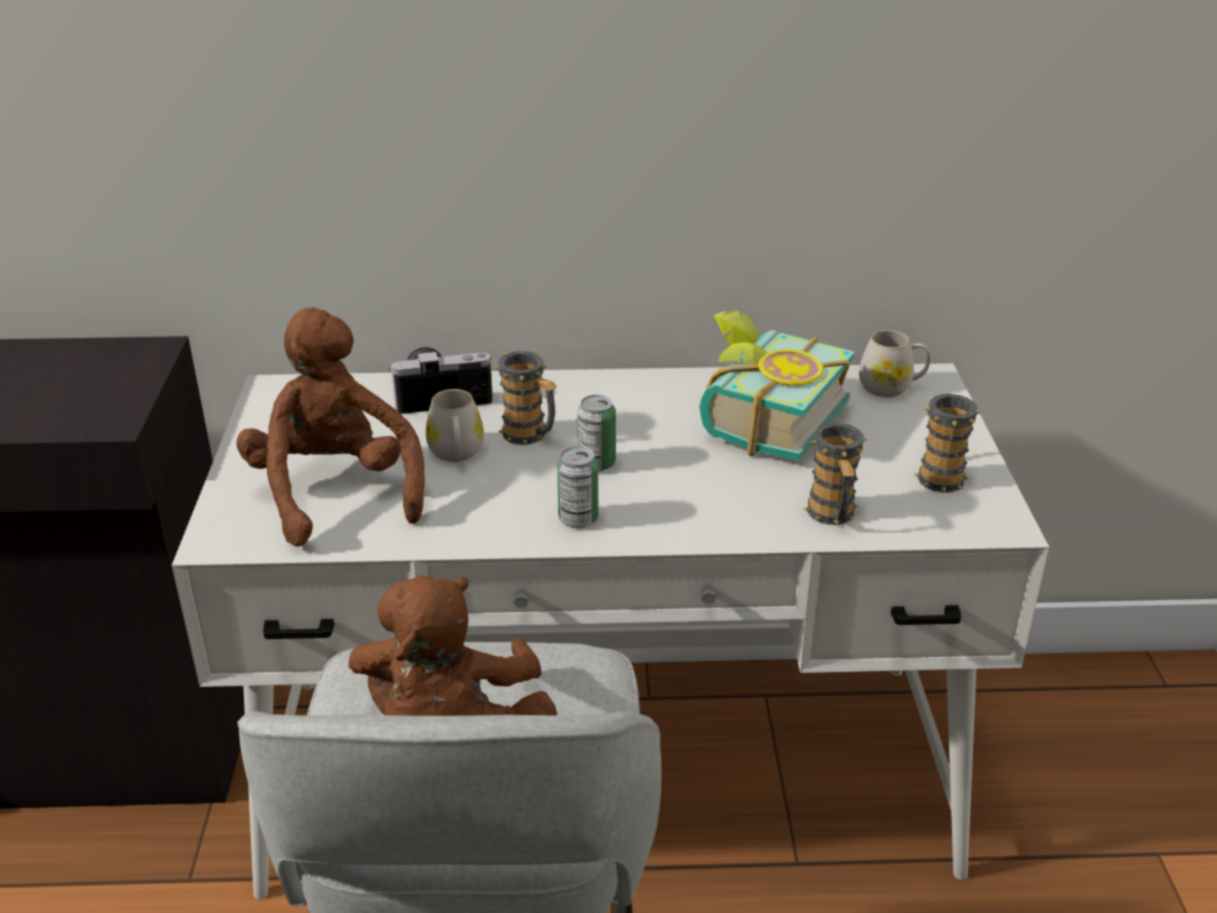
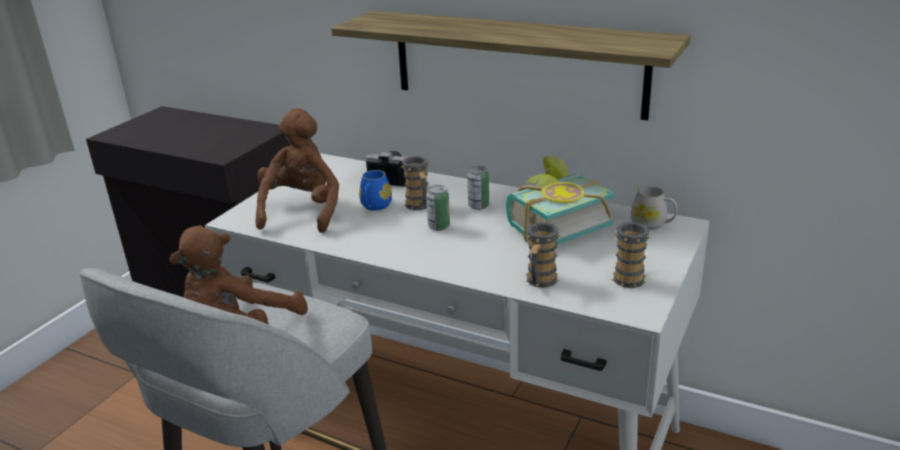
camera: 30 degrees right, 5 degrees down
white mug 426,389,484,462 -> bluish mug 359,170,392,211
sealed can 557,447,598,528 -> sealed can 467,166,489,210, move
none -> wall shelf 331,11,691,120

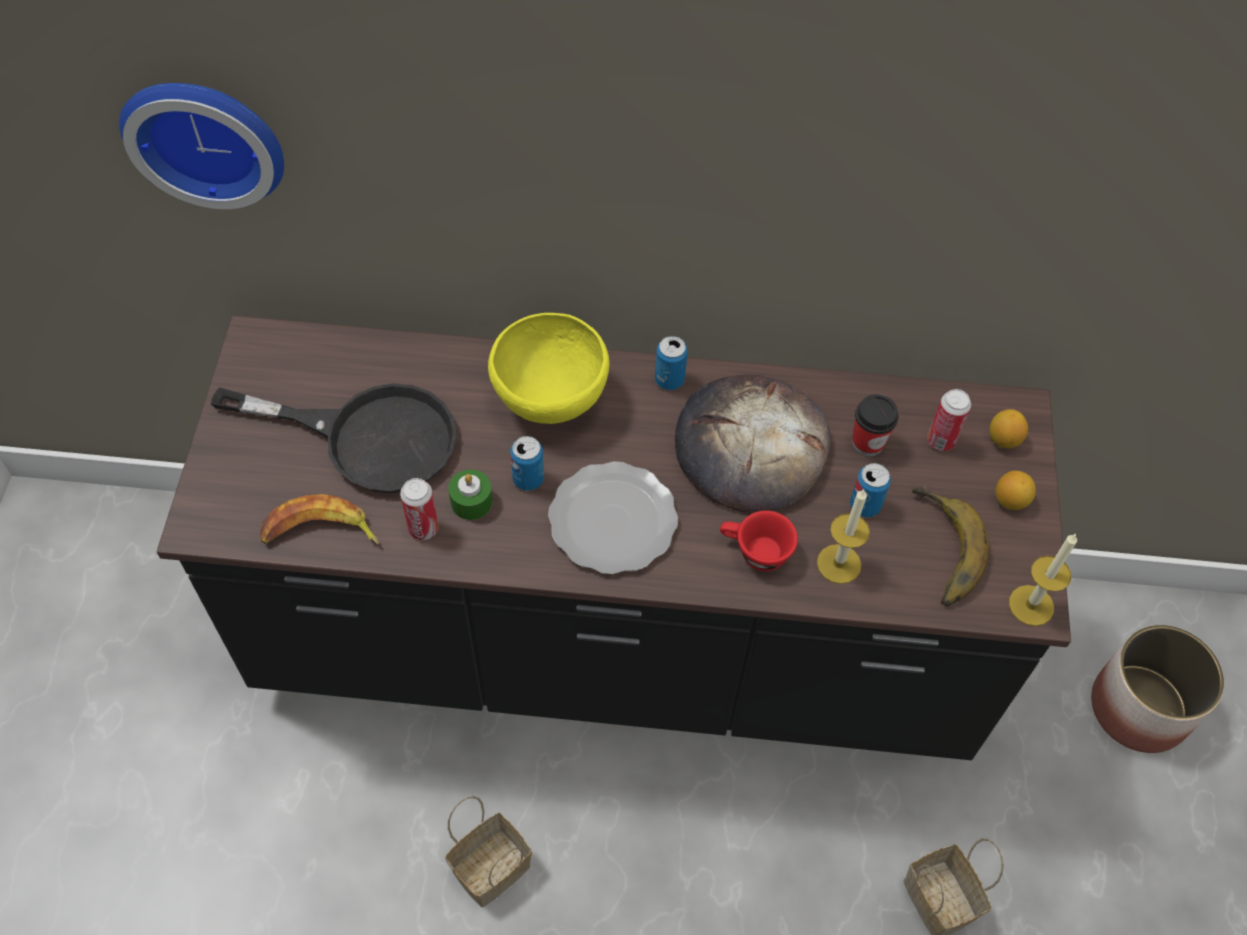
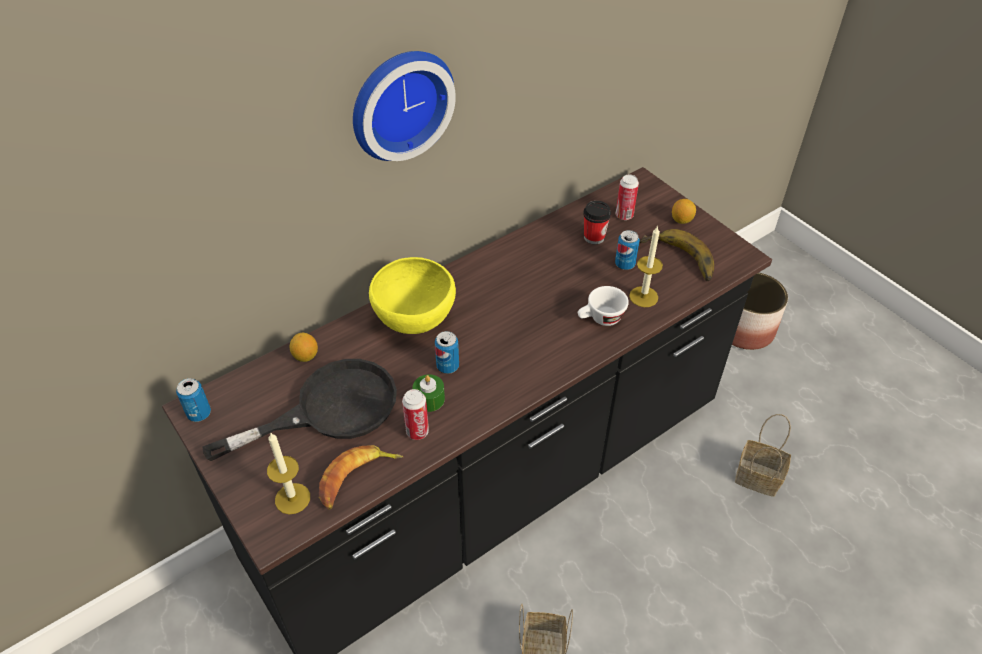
camera: 40 degrees left, 10 degrees down
clock on the wall 119,83,284,209 -> clock on the wall 353,51,456,161, move
sealed can 655,336,688,390 -> sealed can 176,378,211,422, move
bread 675,374,831,512 -> none
whole lemon 990,409,1028,449 -> whole lemon 290,333,318,362, move
plate 548,461,678,574 -> none
reddish cup 720,511,798,571 -> white cup 578,286,629,326
wax light 1009,533,1077,626 -> wax light 267,432,310,515, move

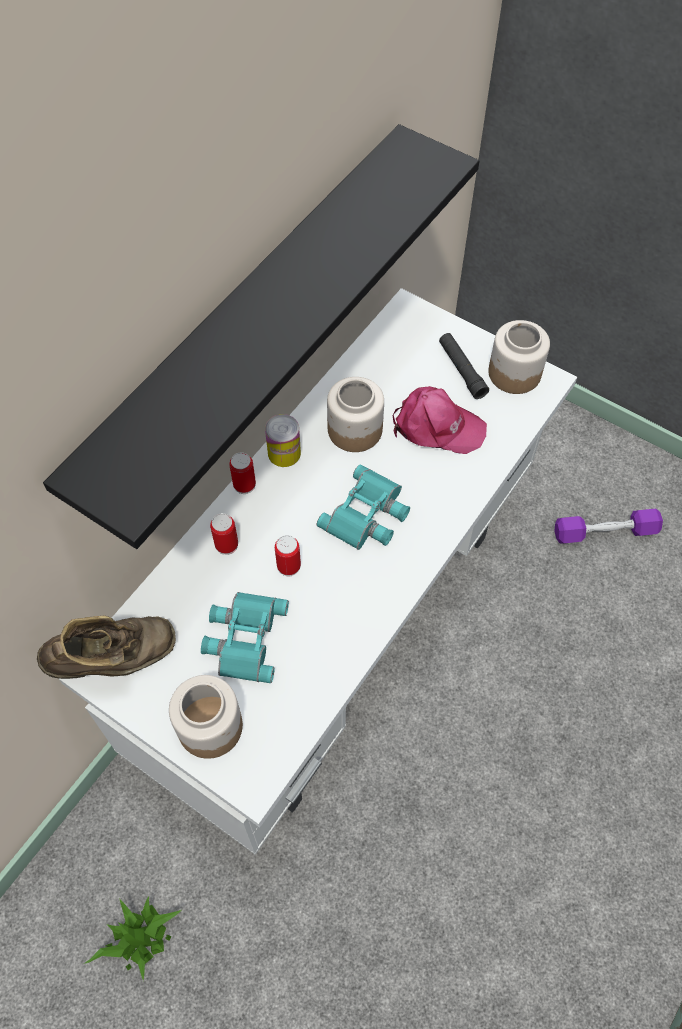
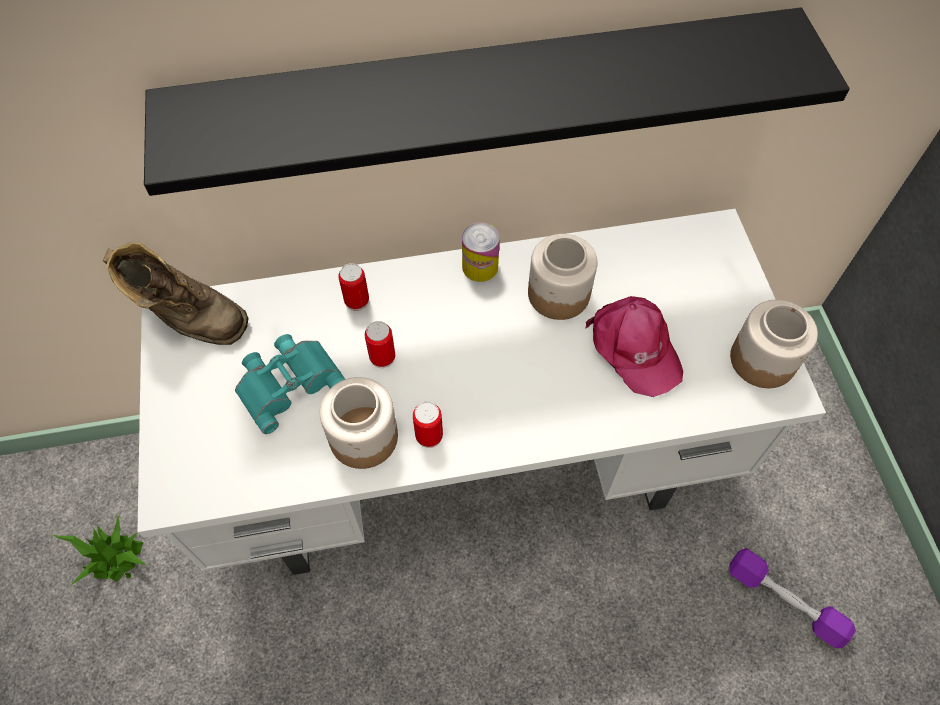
camera: 45 degrees right, 0 degrees up
blackish hand torch 439,333,489,399 -> none
sealed can 229,452,256,494 -> sealed can 413,402,443,448, move
blue-green pair of binoculars 317,464,410,550 -> none
jar 169,675,243,759 -> jar 320,377,398,469, move

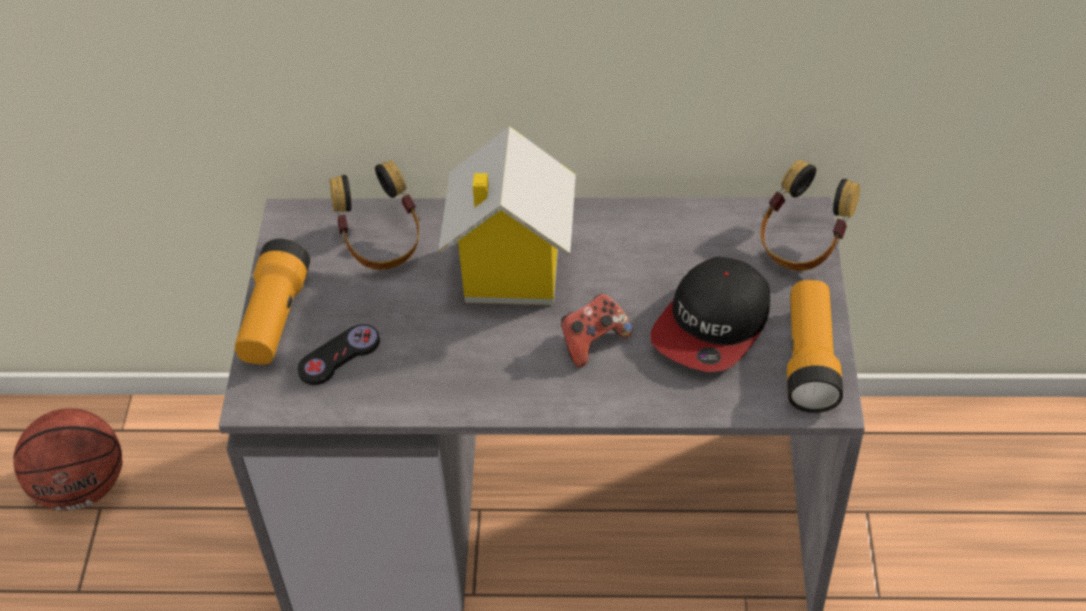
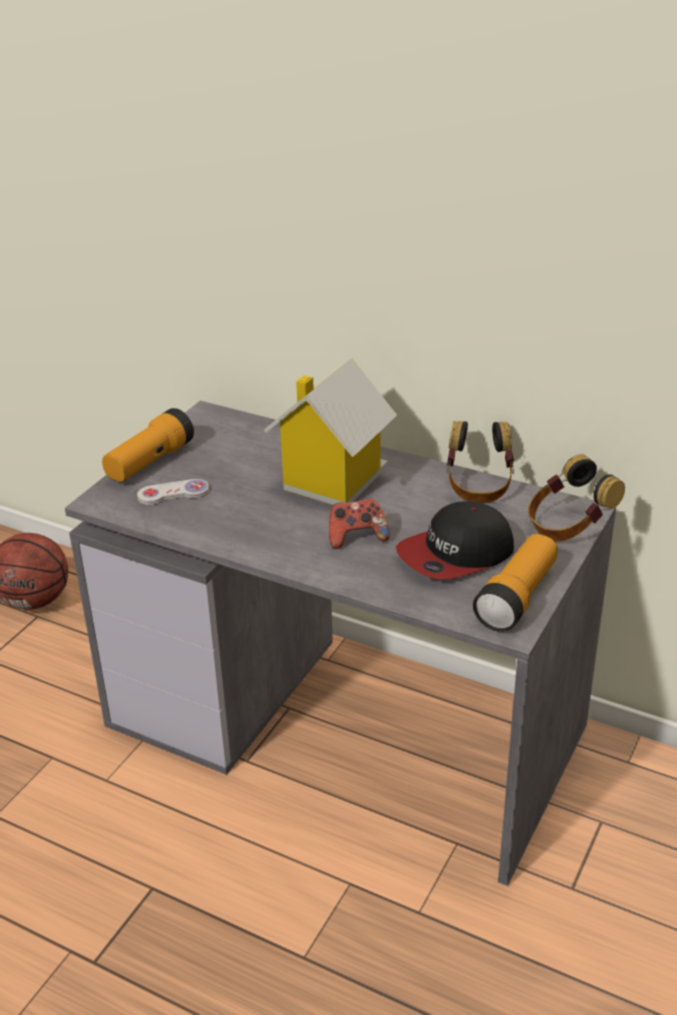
camera: 25 degrees right, 15 degrees down
headphones 330,160,420,270 -> headphones 447,421,514,503, move
blackish gamepad 297,324,380,385 -> white gamepad 137,479,209,505

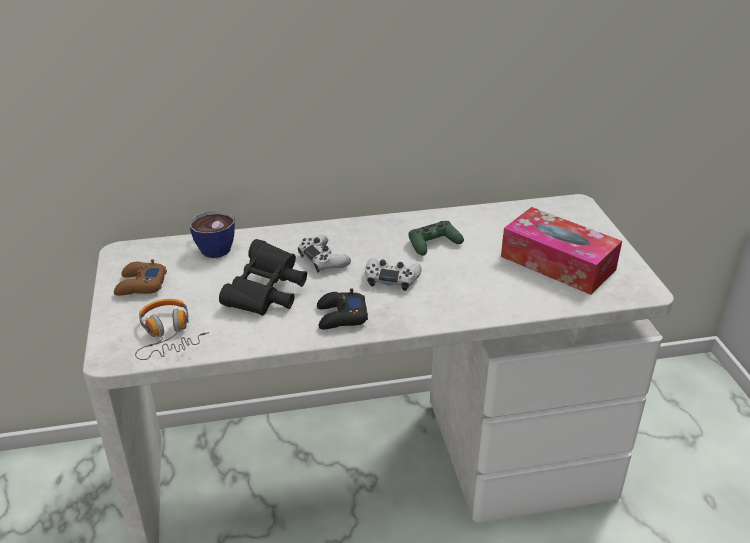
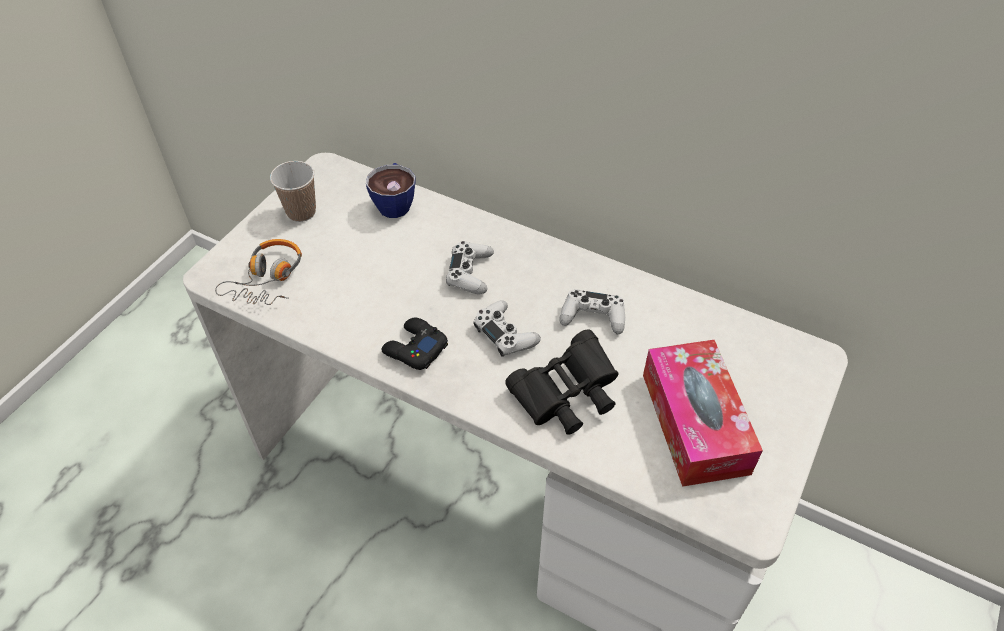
camera: 40 degrees right, 15 degrees up
green-coloured gamepad 408,221,464,256 -> white gamepad 559,289,625,334
blackish pair of binoculars 219,239,307,316 -> blackish pair of binoculars 505,329,618,435, move
brown-coloured gamepad 114,259,167,296 -> cup 270,161,316,222

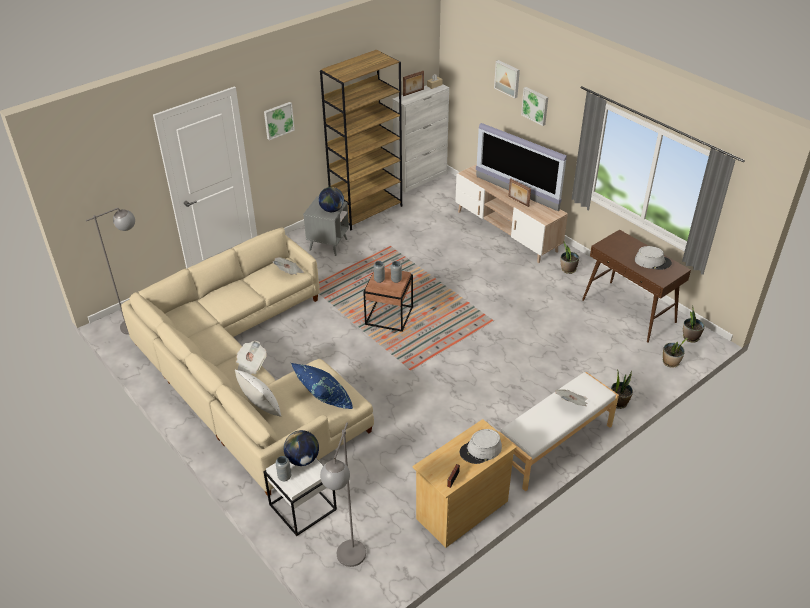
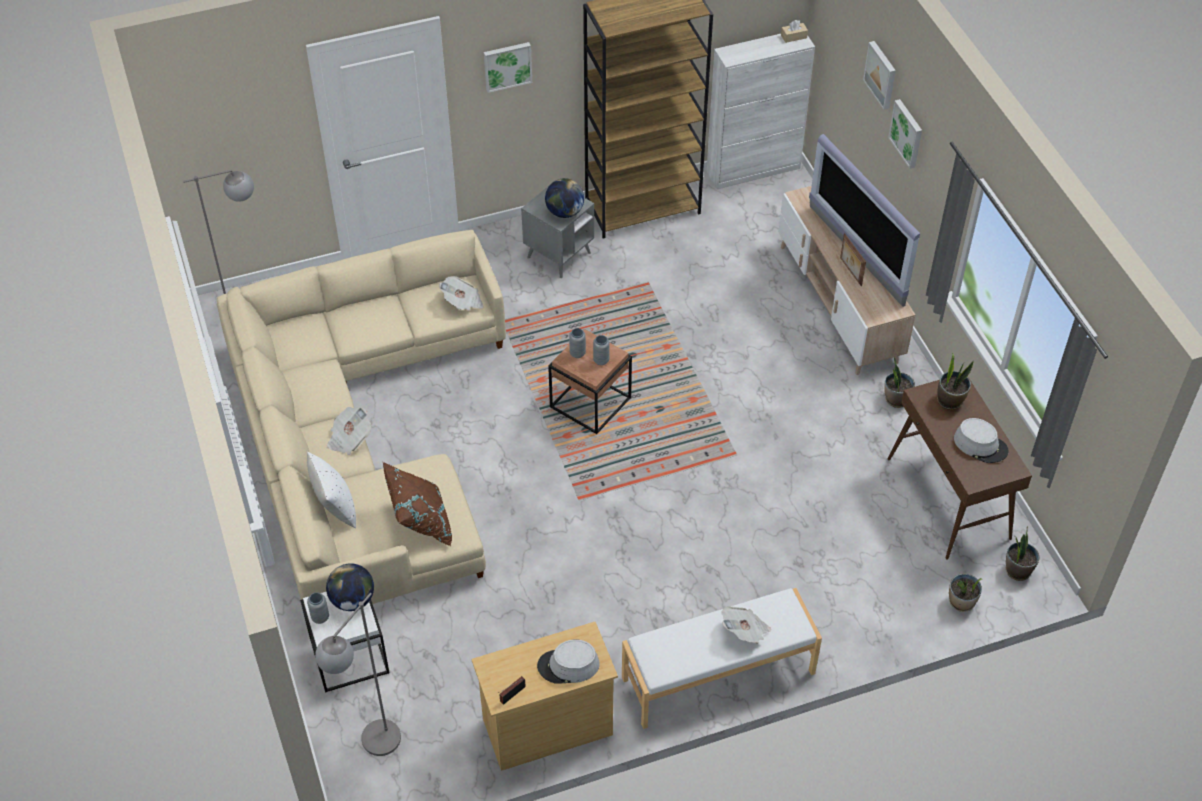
camera: 20 degrees right, 10 degrees up
photo frame 403,71,424,96 -> none
bluish cushion 291,363,353,409 -> brown-coloured cushion 383,462,452,546
plant in a pot 611,371,633,409 -> plant in a pot 937,352,974,410, move

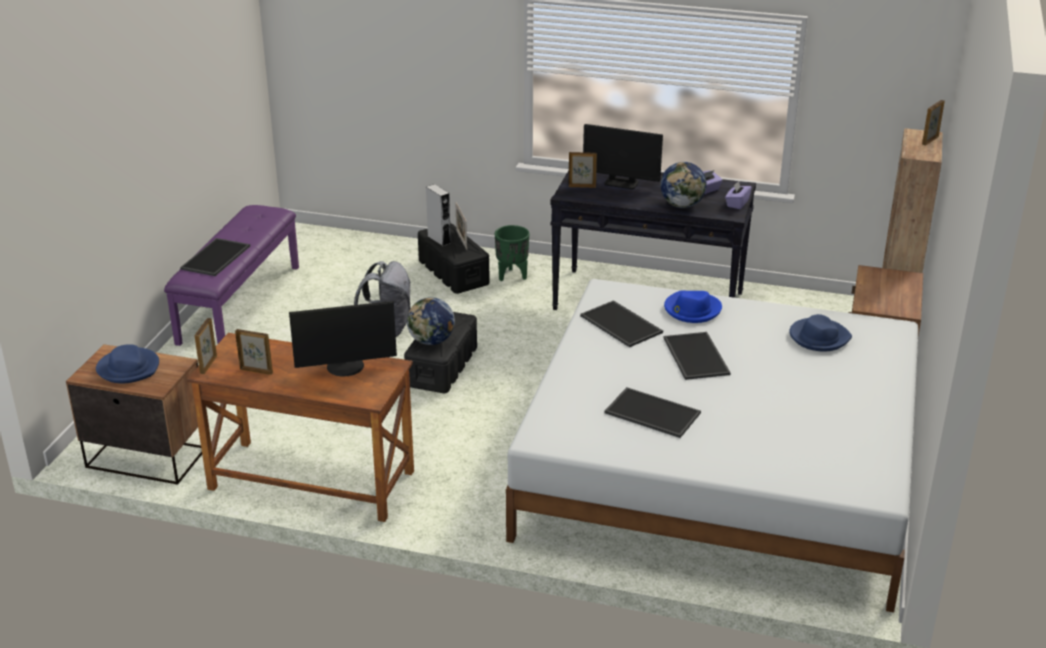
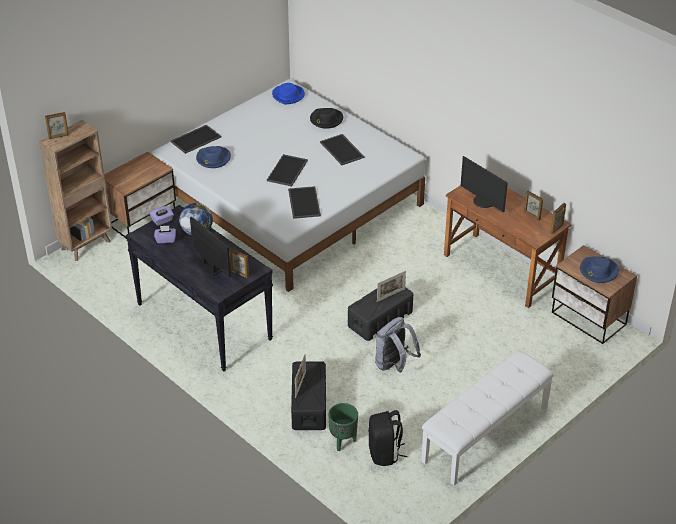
camera: 150 degrees left, 10 degrees up
grey loudspeaker 426,184,451,246 -> none
purple-coloured long seat 164,205,299,346 -> white long seat 421,351,554,486
green-coloured flower pot 495,225,530,281 -> green-coloured flower pot 328,403,358,451, move
serving tray 180,238,250,276 -> serving tray 170,125,221,154, move
bluish clothing hat 664,291,722,323 -> bluish clothing hat 272,83,305,105, move
desk globe 407,297,455,345 -> photo frame 377,271,406,302
computer screen 289,301,397,376 -> computer screen 461,156,508,212, 150 degrees counterclockwise
none -> blackish clothing hat 310,108,343,129
none -> blackish knapsack 368,410,408,466

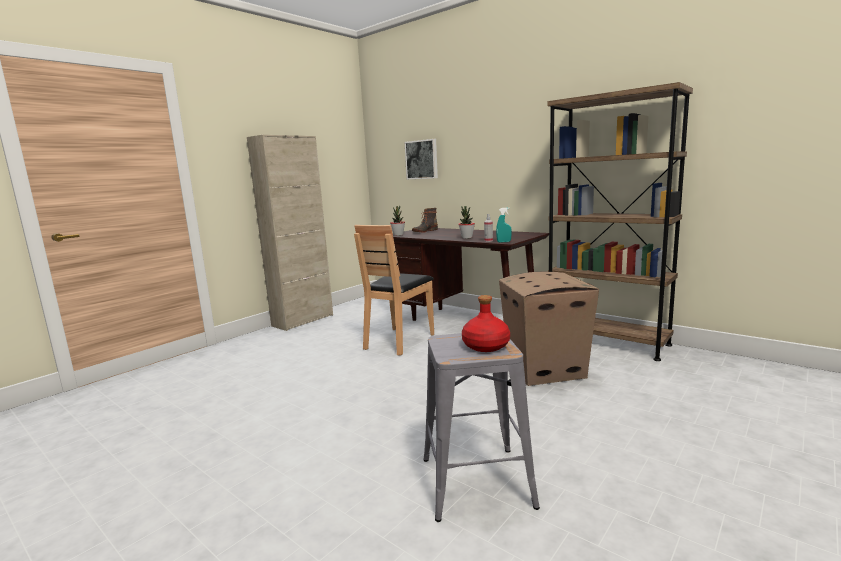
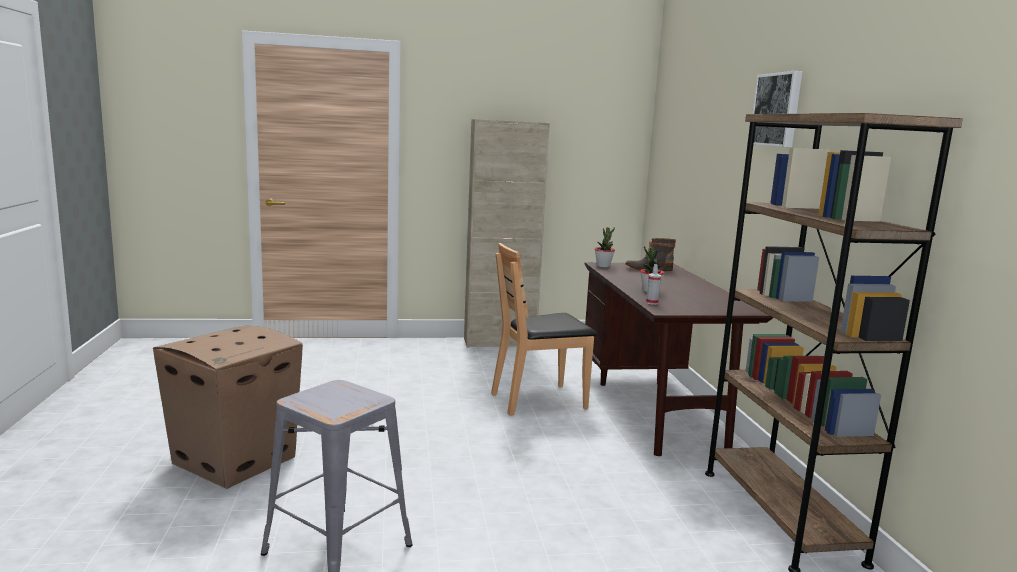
camera: 40 degrees right, 0 degrees up
wall picture 405,139,438,179 -> wall picture 752,71,802,147, move
blue-green sprayer 496,208,512,243 -> none
packing box 499,272,599,386 -> packing box 153,326,303,489, move
reddish drink bottle 462,295,510,352 -> none

